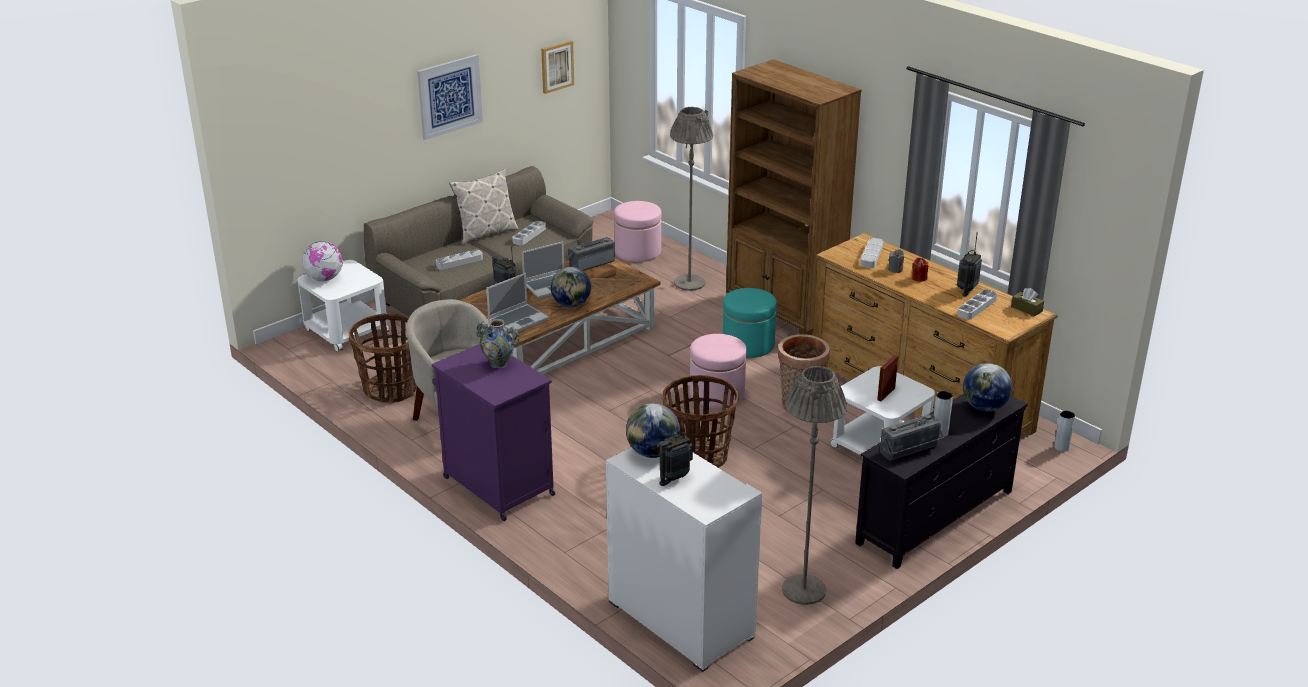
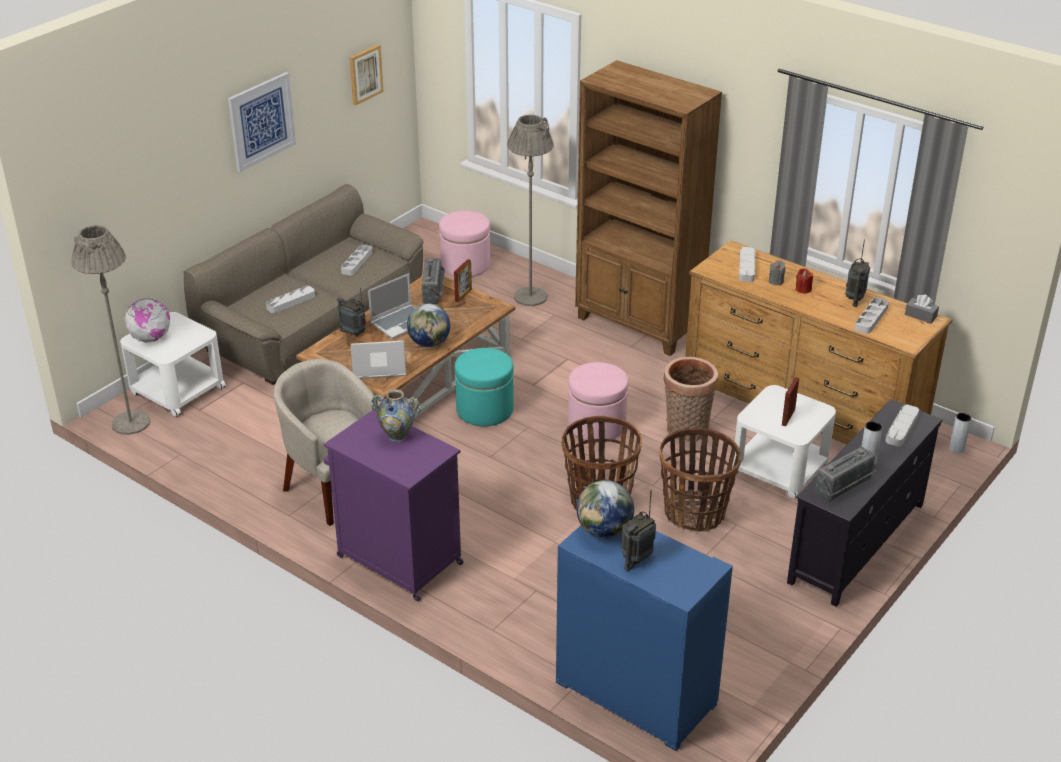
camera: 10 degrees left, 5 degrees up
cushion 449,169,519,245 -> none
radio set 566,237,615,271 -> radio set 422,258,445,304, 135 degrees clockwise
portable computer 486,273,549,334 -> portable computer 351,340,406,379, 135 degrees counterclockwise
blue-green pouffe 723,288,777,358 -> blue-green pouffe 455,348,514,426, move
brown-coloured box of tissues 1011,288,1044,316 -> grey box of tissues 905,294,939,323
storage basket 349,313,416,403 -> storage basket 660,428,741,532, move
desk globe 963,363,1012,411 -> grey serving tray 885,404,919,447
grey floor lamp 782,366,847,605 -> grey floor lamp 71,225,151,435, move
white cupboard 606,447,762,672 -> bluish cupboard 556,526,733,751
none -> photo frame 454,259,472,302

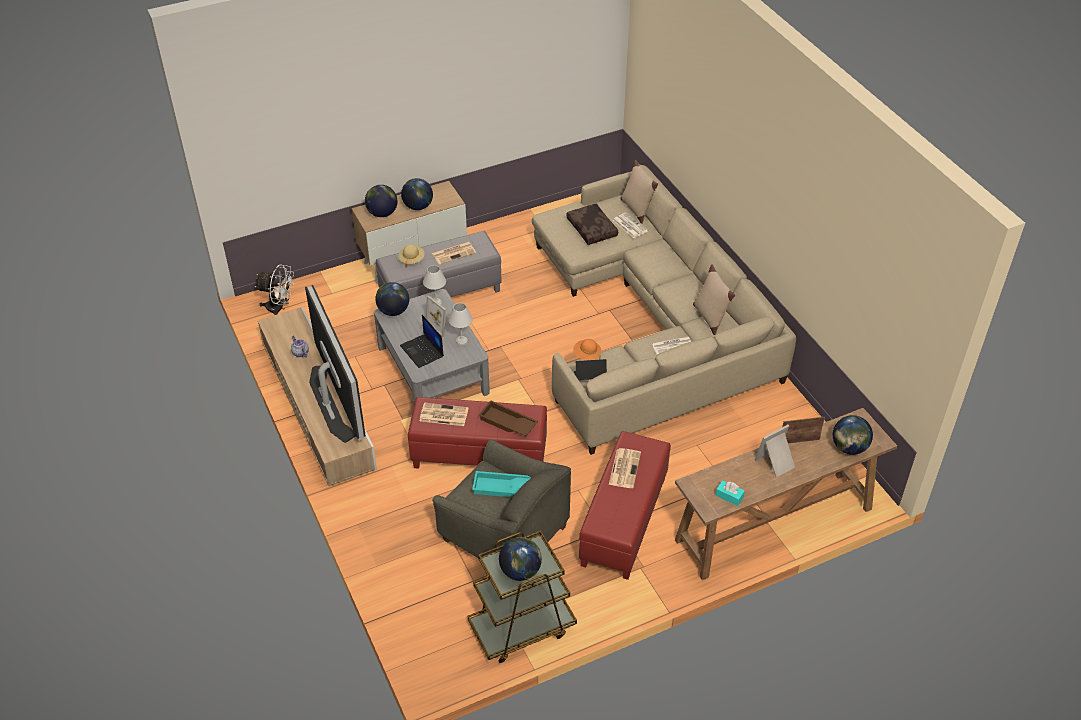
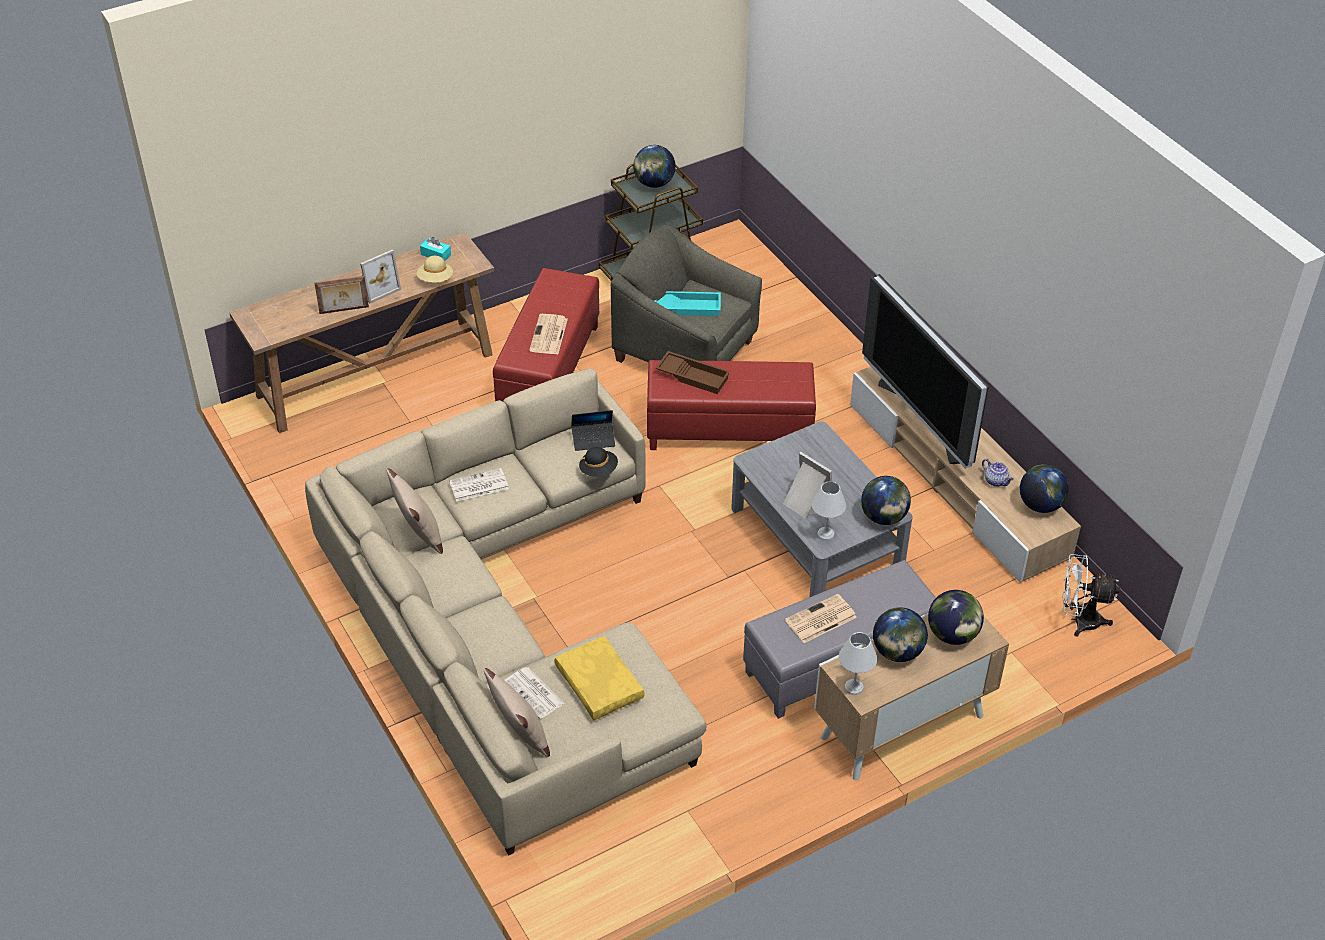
camera: 175 degrees right, 0 degrees up
brown-coloured cushion 566,204,618,245 -> yellow-coloured cushion 554,636,645,720
beige-coloured clothing hat 398,244,425,268 -> beige-coloured clothing hat 417,256,453,283, move
white table lamp 448,303,473,345 -> white table lamp 839,632,877,695, move
portable computer 400,315,444,368 -> none
orange clothing hat 573,339,601,360 -> blackish clothing hat 579,447,618,477
printed paper 420,402,468,426 -> none
desk globe 833,415,873,455 -> desk globe 1020,465,1069,513, move

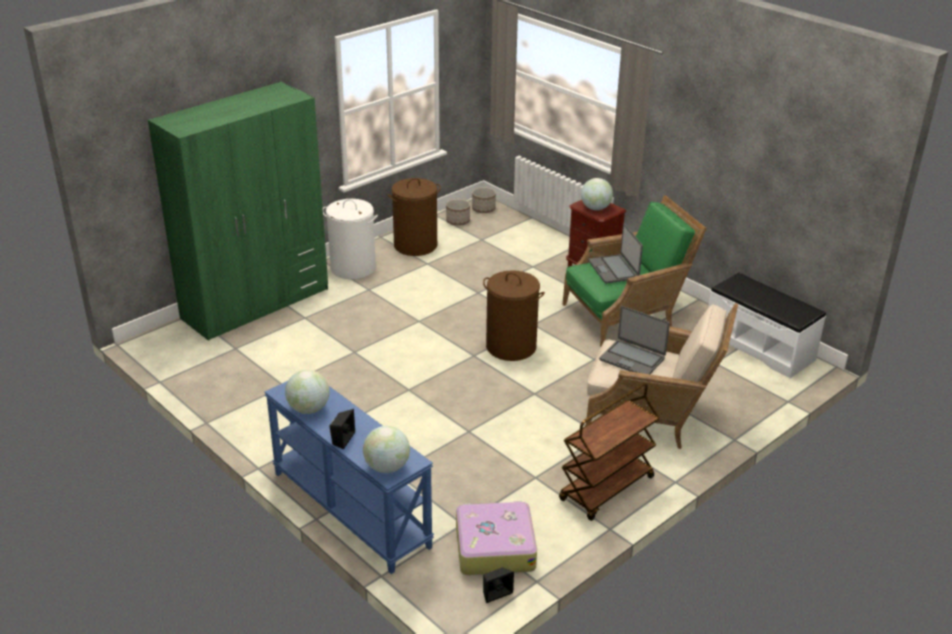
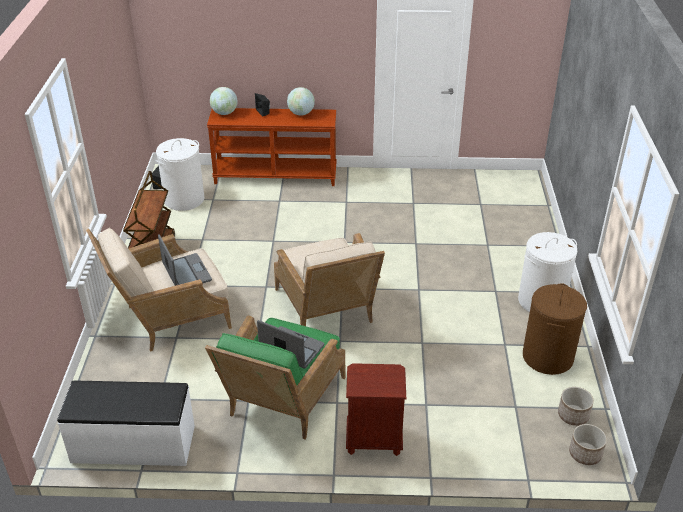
camera: 135 degrees right, 5 degrees up
green-coloured armoire 148,82,328,341 -> none
desk globe 581,178,613,210 -> none
brown-coloured laundry basket 483,270,545,361 -> beige-coloured lounge chair 274,233,385,326
portable computer 599,306,670,374 -> portable computer 158,235,212,286, 75 degrees clockwise
bluish console table 264,381,434,574 -> brown-coloured console table 207,108,337,186
piece of luggage 456,501,537,575 -> white laundry basket 156,138,205,211

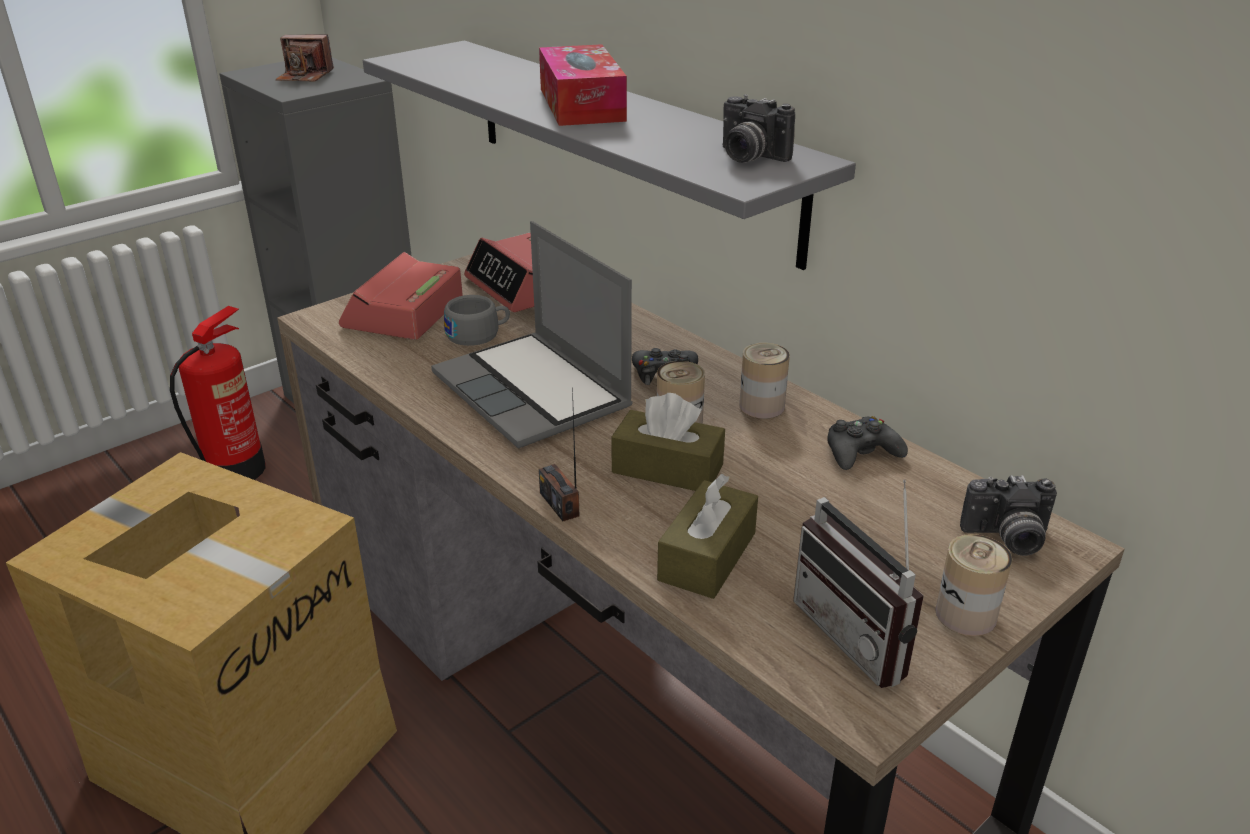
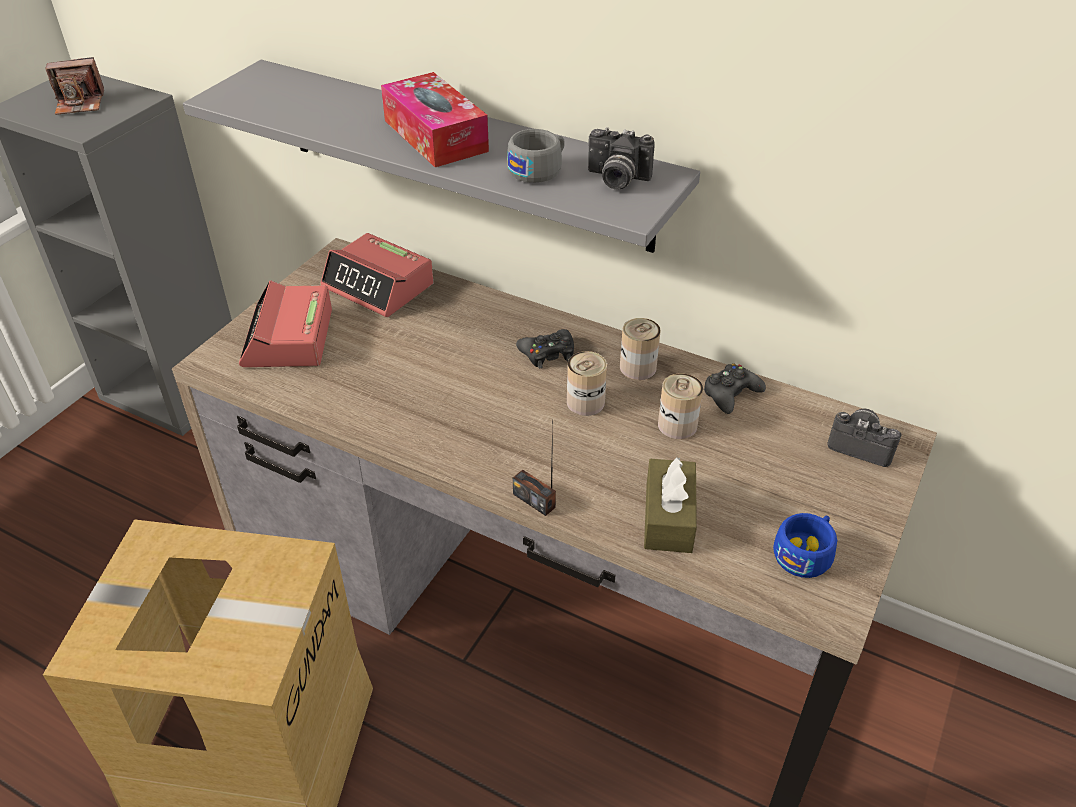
camera: 20 degrees left, 10 degrees up
portable computer 431,221,633,449 -> none
grey cup 444,295,510,346 -> grey cup 507,129,565,183, move
fire extinguisher 170,306,266,480 -> none
brown-coloured box of tissues 611,393,725,491 -> none
still camera 960,475,1057,556 -> still camera 827,409,902,467, 135 degrees counterclockwise
radio set 793,479,924,688 -> bluish cup 773,513,837,578
sealed can 935,534,1012,636 -> sealed can 658,374,703,440, move

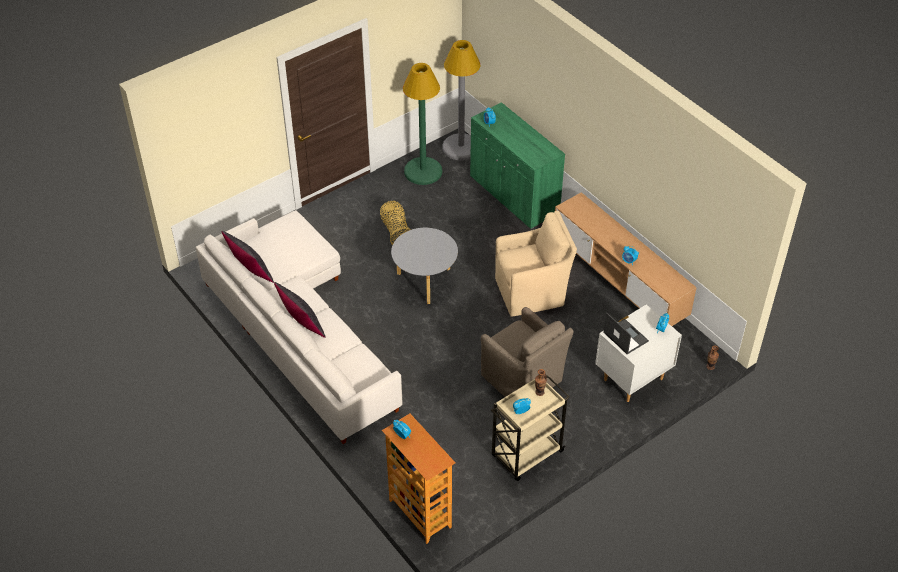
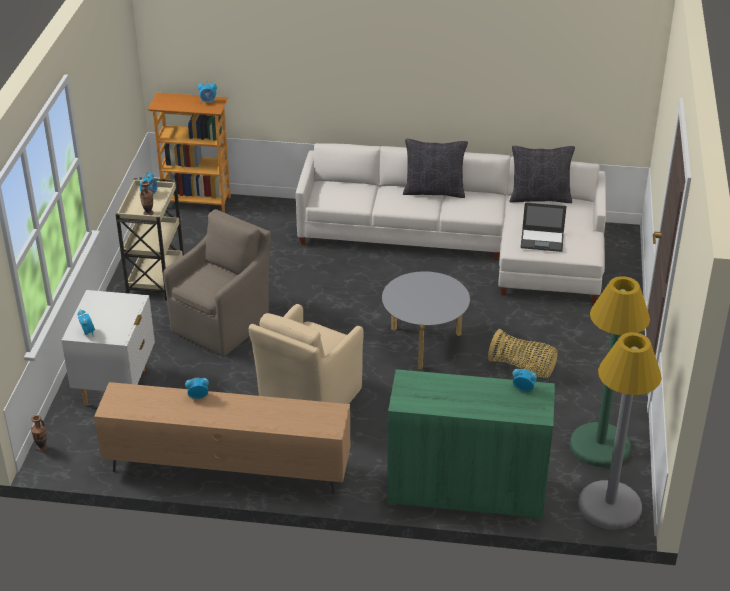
camera: 135 degrees right, 10 degrees down
brown-coloured lounge chair 481,307,574,397 -> brown-coloured lounge chair 163,209,271,356, 120 degrees clockwise
portable computer 603,313,649,354 -> portable computer 521,202,567,252, move

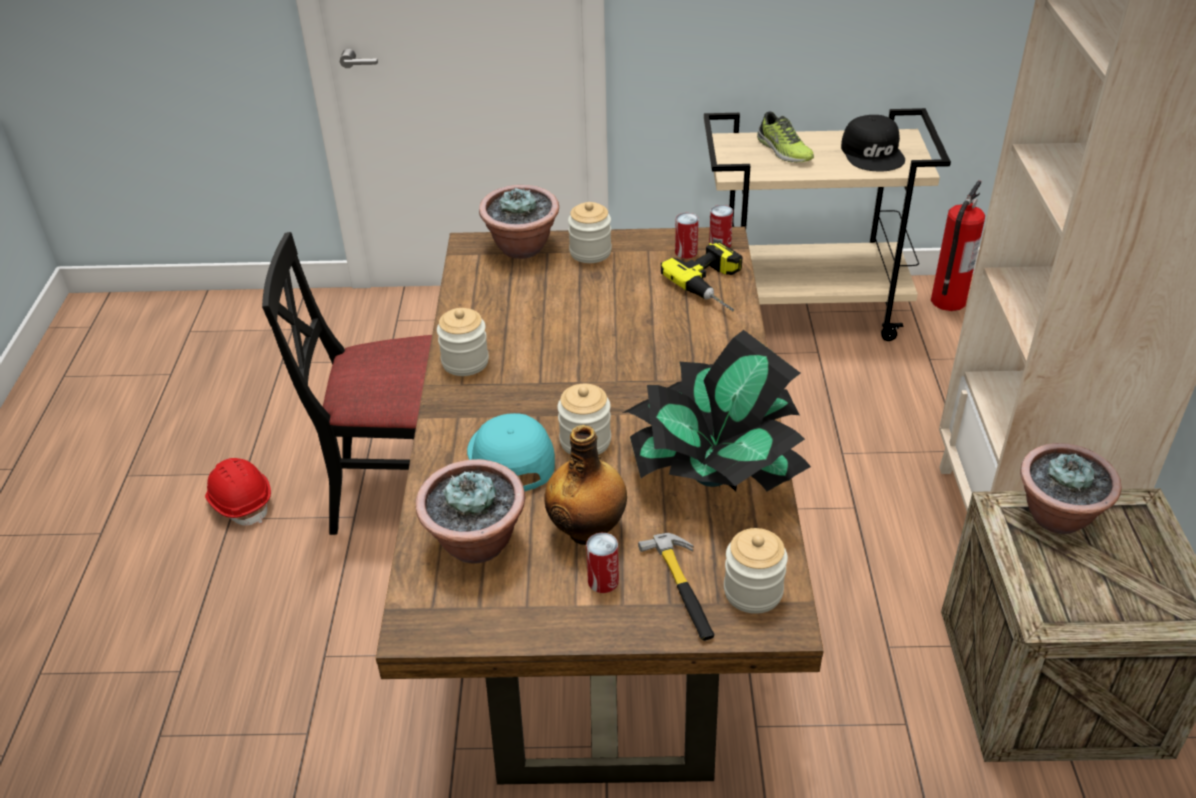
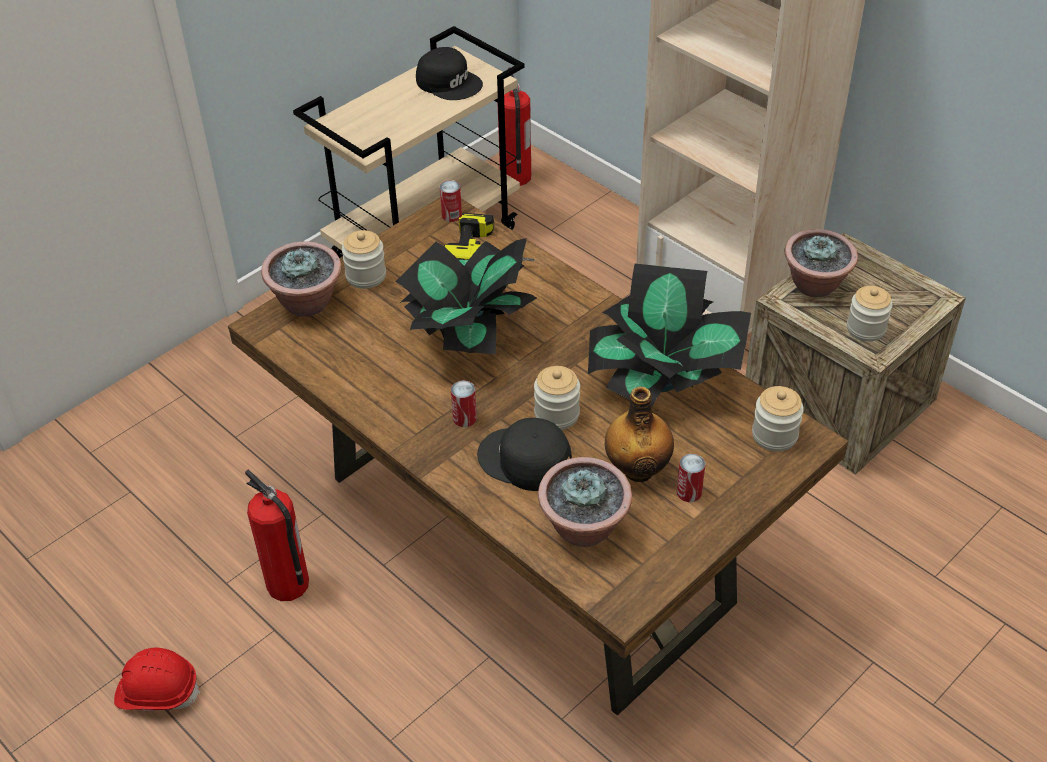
camera: 45 degrees left, 5 degrees up
shoe 757,112,814,163 -> none
sealed can 675,213,699,259 -> sealed can 451,381,477,427, move
blackish chair 262,232,432,535 -> fire extinguisher 245,470,309,601
jar 437,308,489,376 -> jar 847,286,892,342, move
blue-green cap 467,413,555,491 -> blackish cap 477,418,572,491
tool hammer 638,533,715,641 -> none
none -> plant in a pot 395,238,537,354

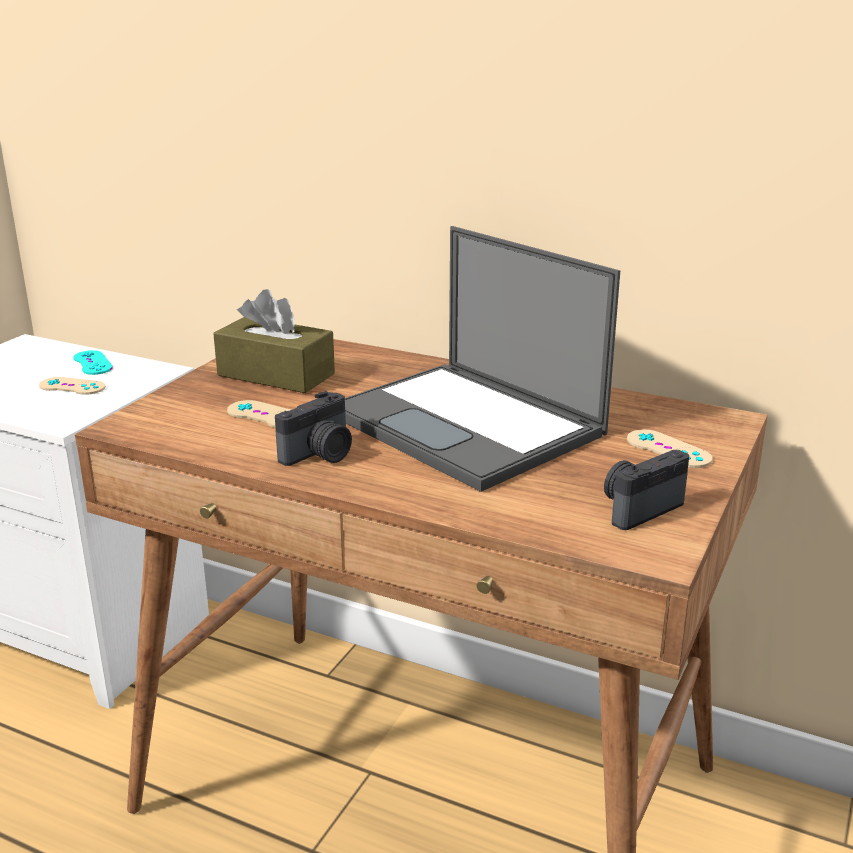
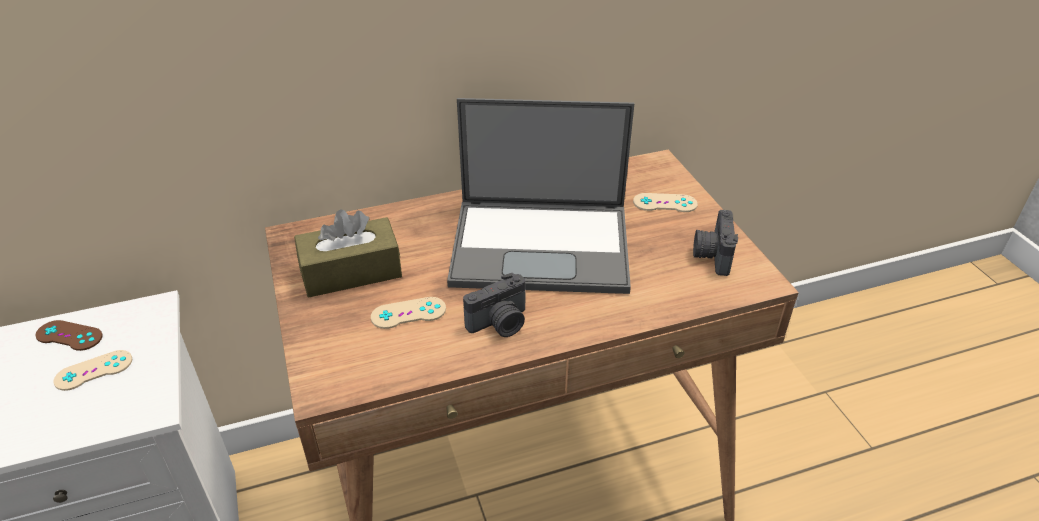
camera: 45 degrees left, 15 degrees up
blue-green gamepad 73,350,113,375 -> brown-coloured gamepad 36,320,102,351
still camera 275,391,352,466 -> still camera 463,273,525,337, 60 degrees clockwise

